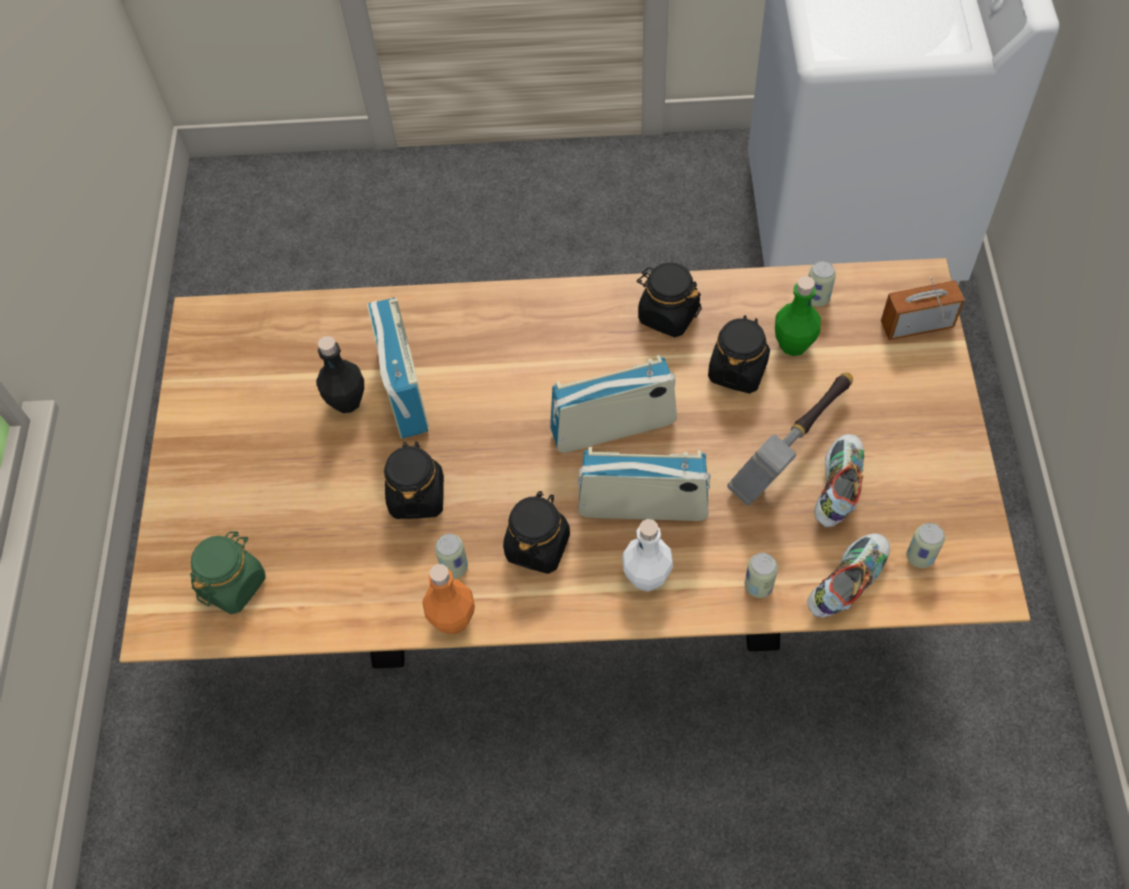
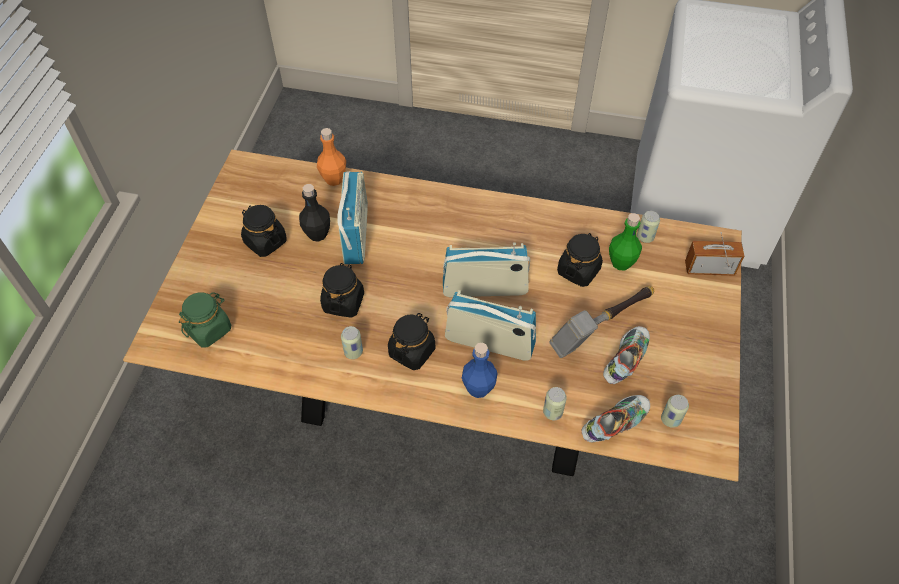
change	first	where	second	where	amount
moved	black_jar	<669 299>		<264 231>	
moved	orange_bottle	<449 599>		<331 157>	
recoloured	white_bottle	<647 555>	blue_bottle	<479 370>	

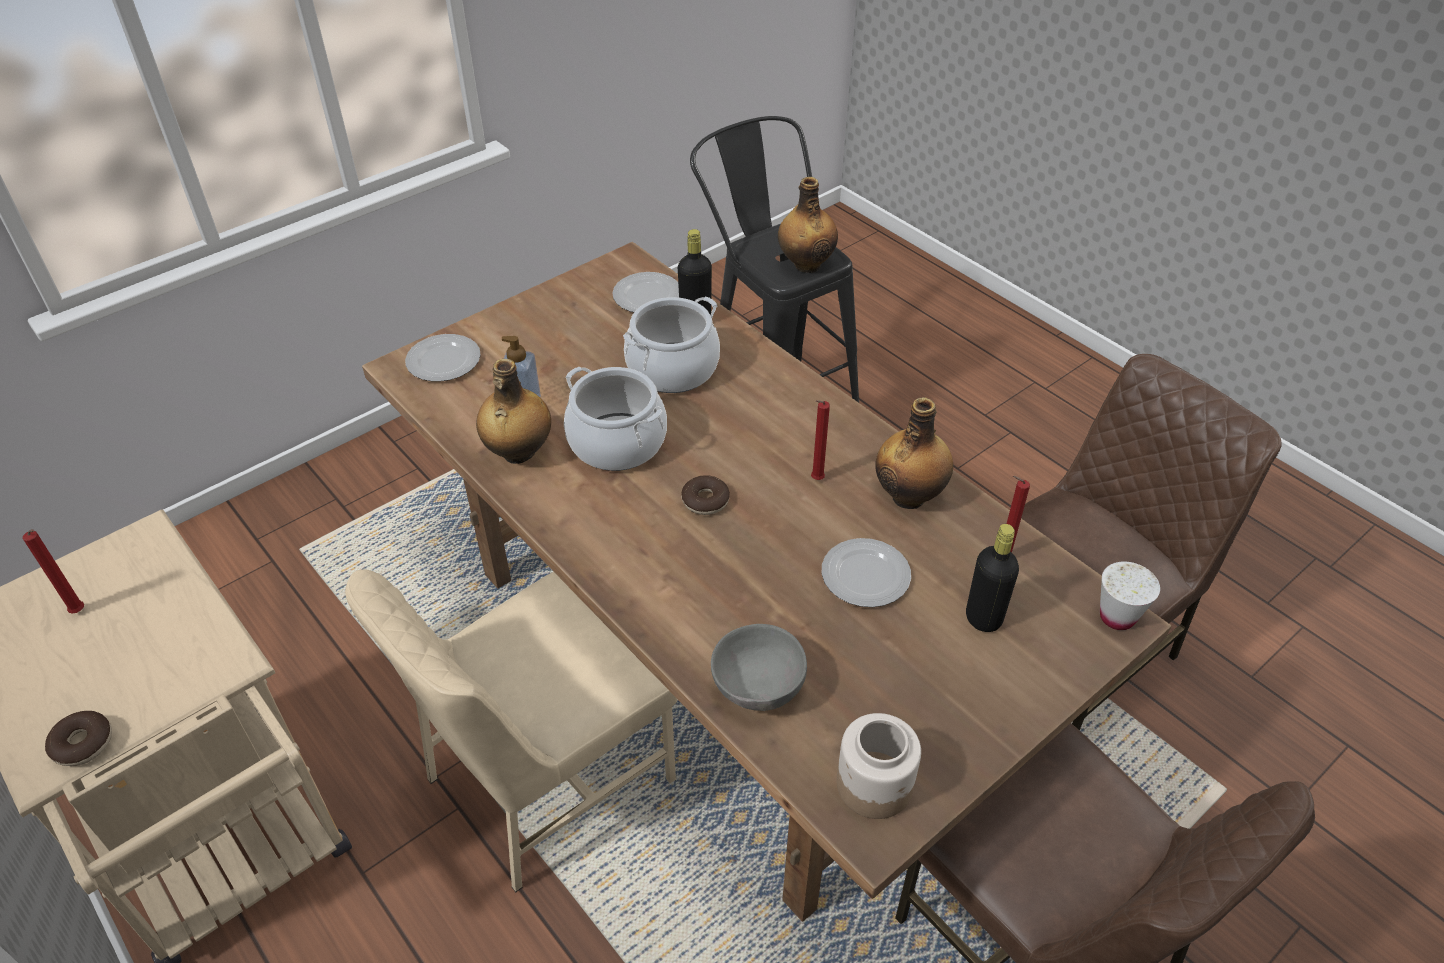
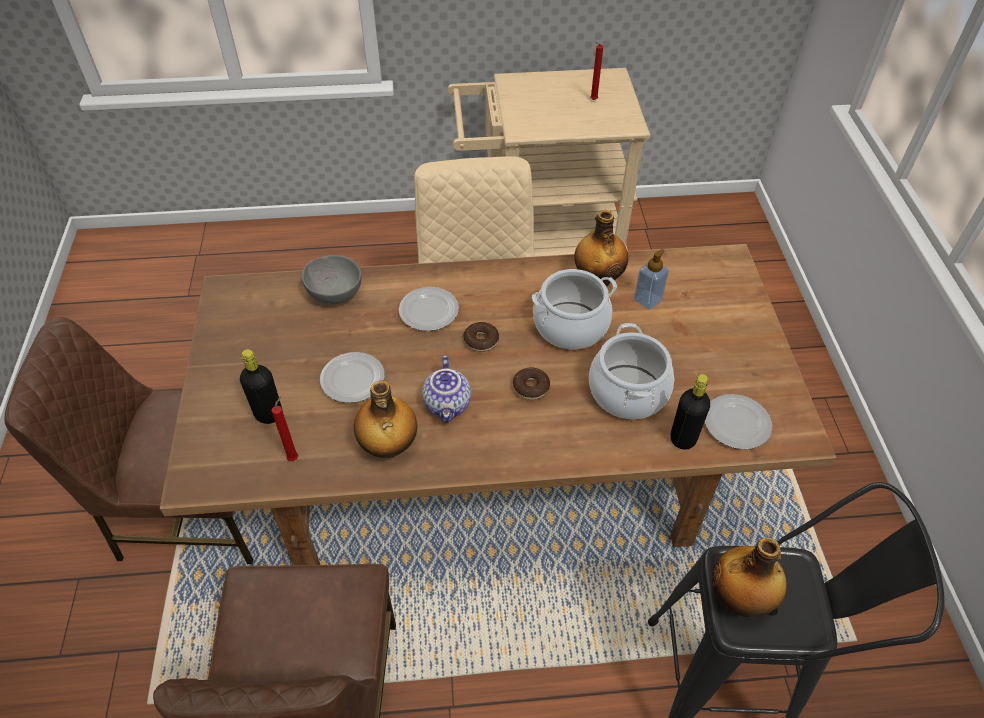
change	first	where	second	where	amount
moved	plate	<443 358>		<429 309>	
replaced	red_candle	<820 440>	teapot	<446 389>	
moved	donut	<78 738>		<531 383>	
removed	jar	<879 766>			
removed	white_cup	<1130 596>			

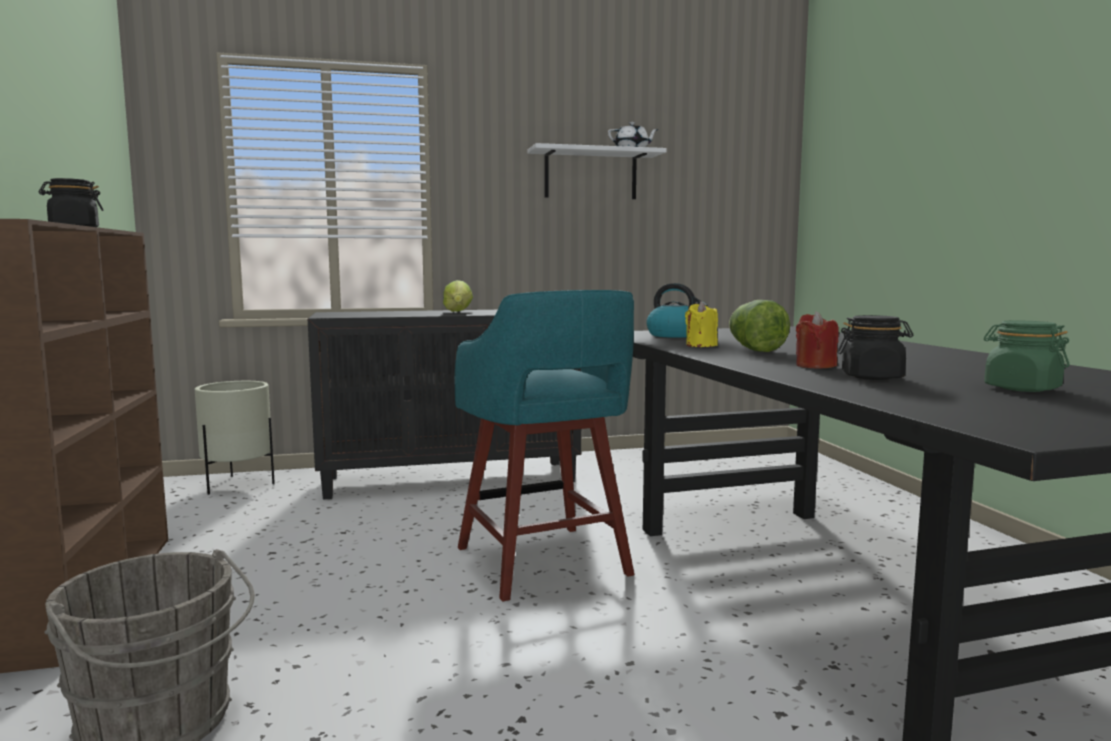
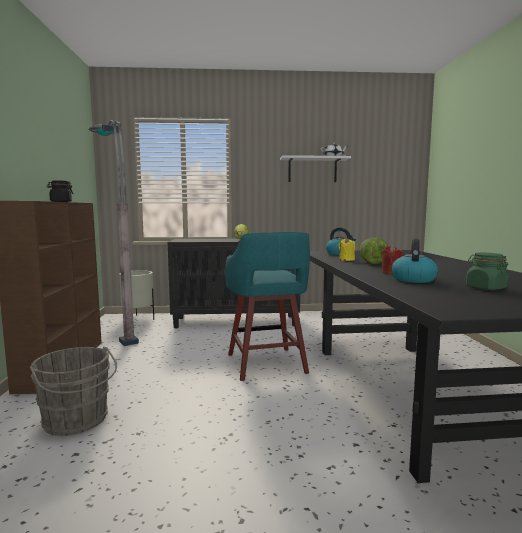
change	first	where	second	where	amount
added			grey_floor_lamp	<114 233>	
replaced	black_jar	<875 347>	kettle	<414 260>	

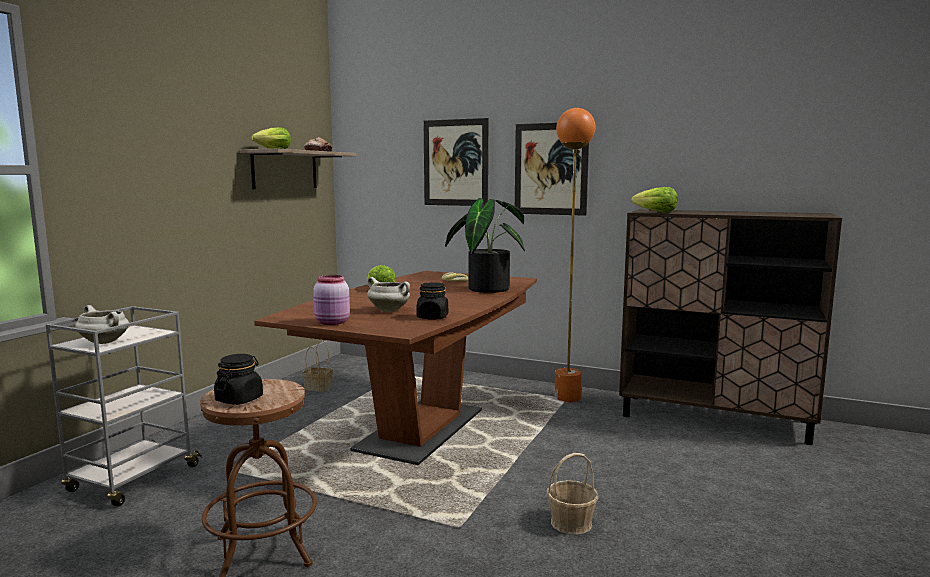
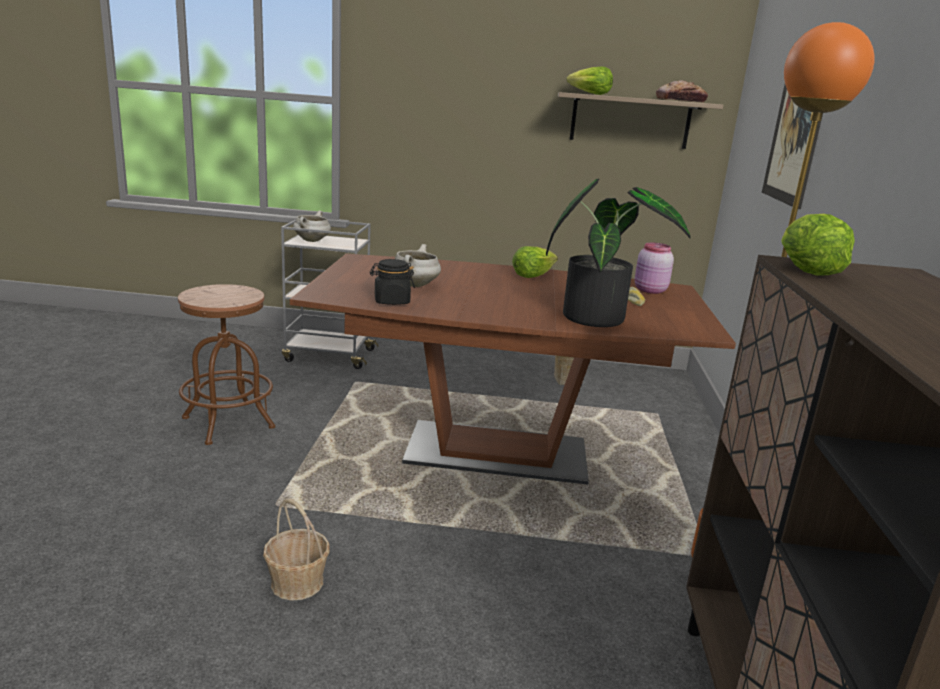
change	first	where	second	where	amount
moved	pink_jar	<331 300>		<654 268>	
removed	black_jar	<238 379>			
removed	picture	<552 169>			

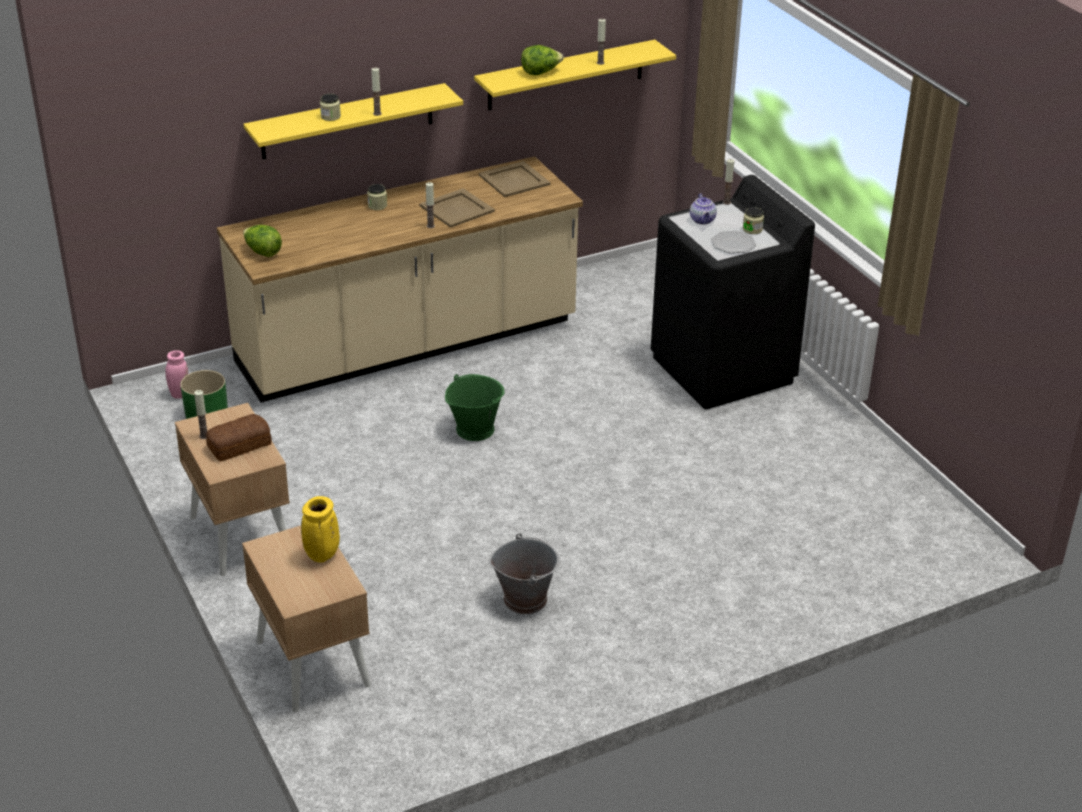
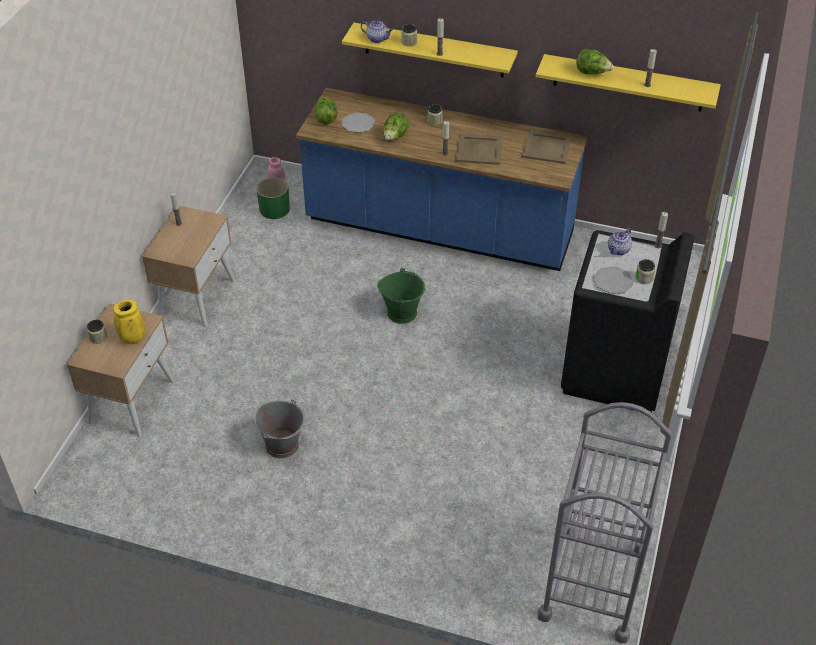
change	first	where	second	where	amount
added			jar	<97 332>	
recoloured	beige_counter	<400 279>	blue_counter	<442 179>	
added			plate	<358 122>	
added			teapot	<377 32>	
added			lettuce	<396 126>	
added			grey_cart	<605 522>	
removed	bread	<239 438>			

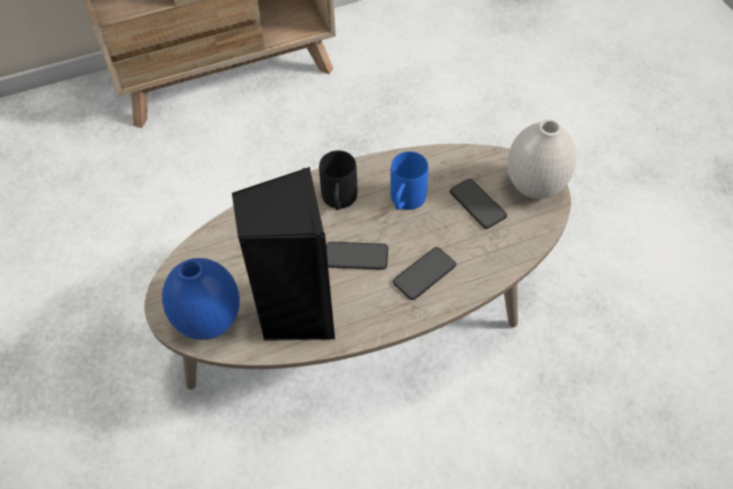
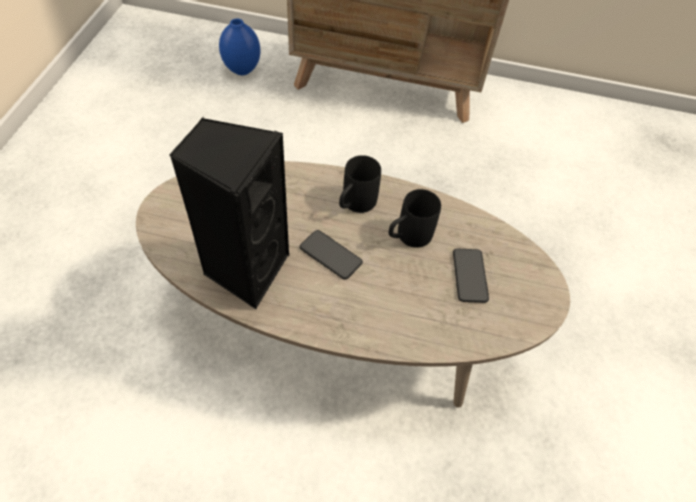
change	first	where	second	where	amount
moved	blue_vase	<201 299>		<240 46>	
recoloured	blue_mug	<409 181>	black_mug	<415 218>	
removed	phone	<424 273>			
removed	white_vase	<542 159>			

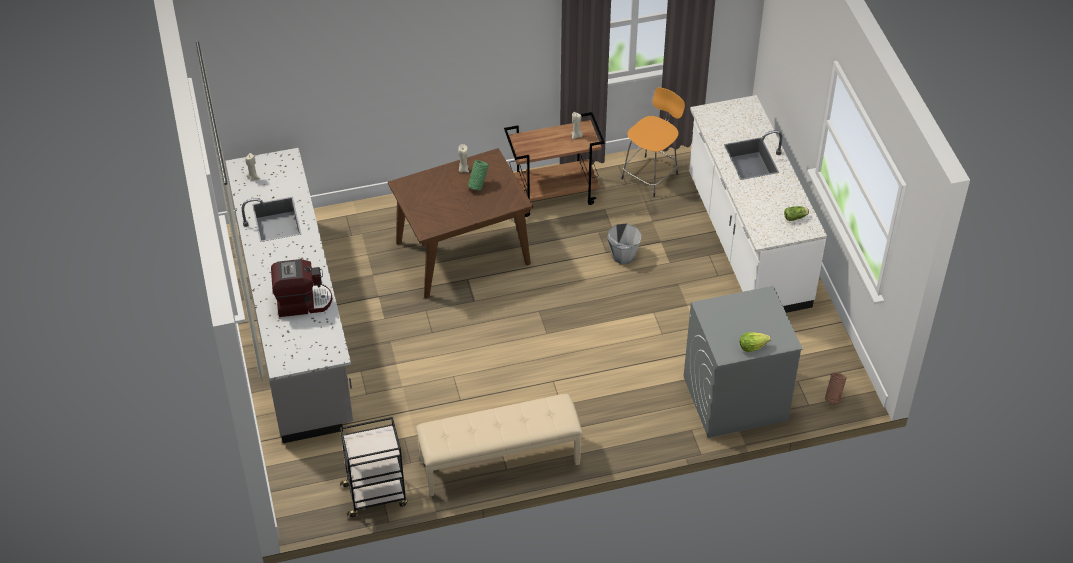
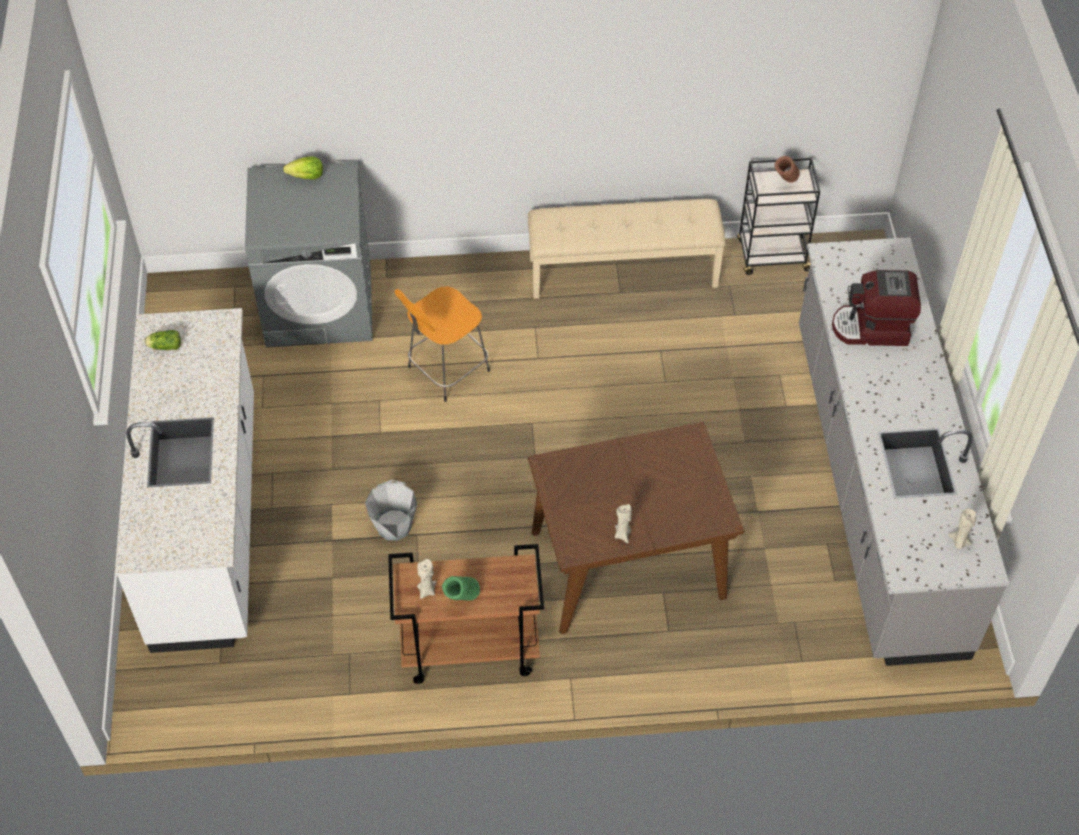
change	first	where	second	where	amount
moved	orange_stool	<653 142>		<442 344>	
moved	green_vase	<478 175>		<461 588>	
moved	brown_vase	<836 388>		<787 169>	

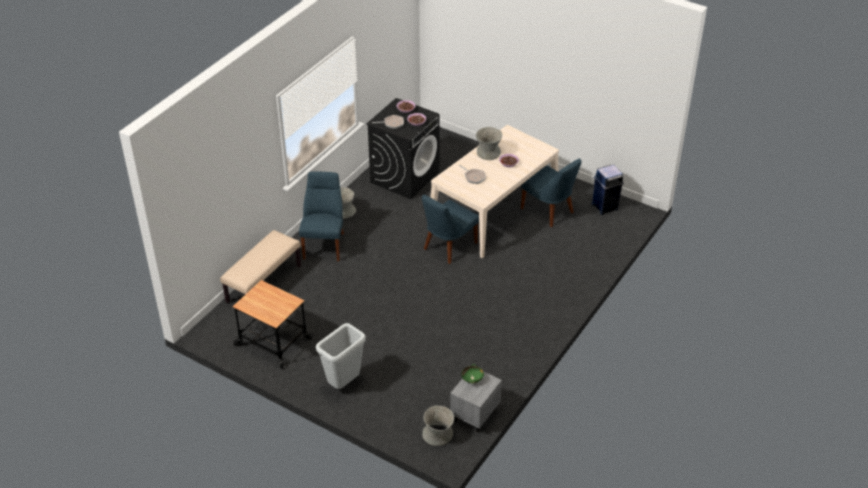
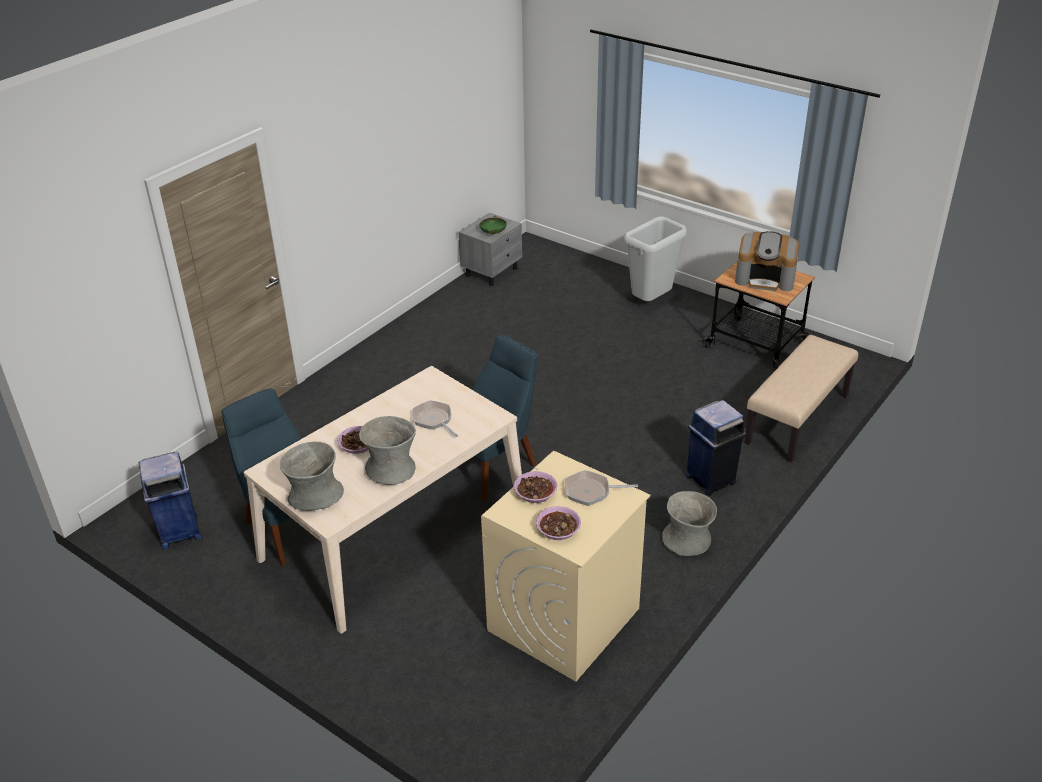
change	first	where	second	where	amount
moved	grey_vase	<438 426>		<312 476>	
recoloured	black_washing_machine	<403 148>	beige_washing_machine	<565 566>	
replaced	blue_chair	<321 216>	blue_trash_can	<715 448>	
added			coffee_machine	<767 261>	

